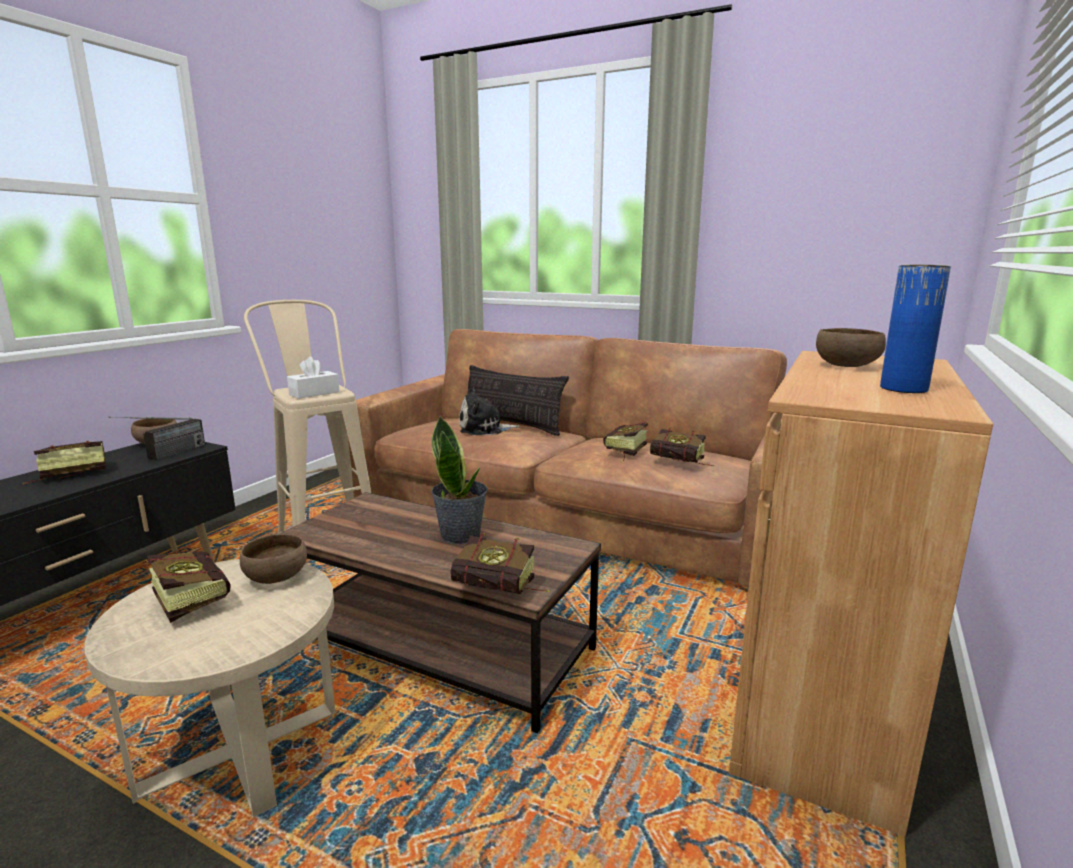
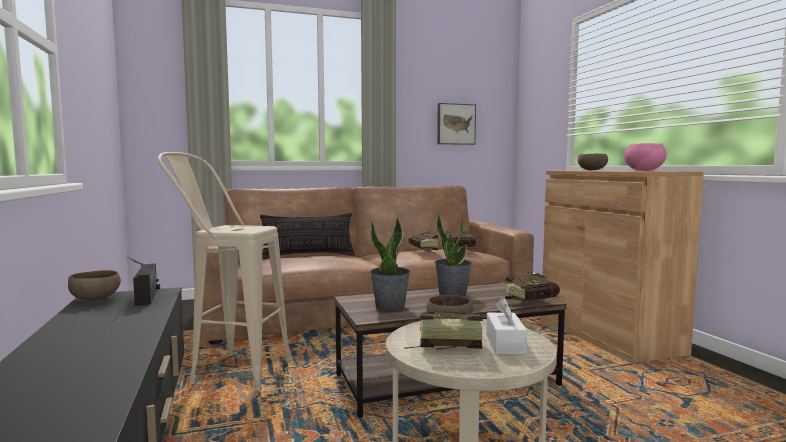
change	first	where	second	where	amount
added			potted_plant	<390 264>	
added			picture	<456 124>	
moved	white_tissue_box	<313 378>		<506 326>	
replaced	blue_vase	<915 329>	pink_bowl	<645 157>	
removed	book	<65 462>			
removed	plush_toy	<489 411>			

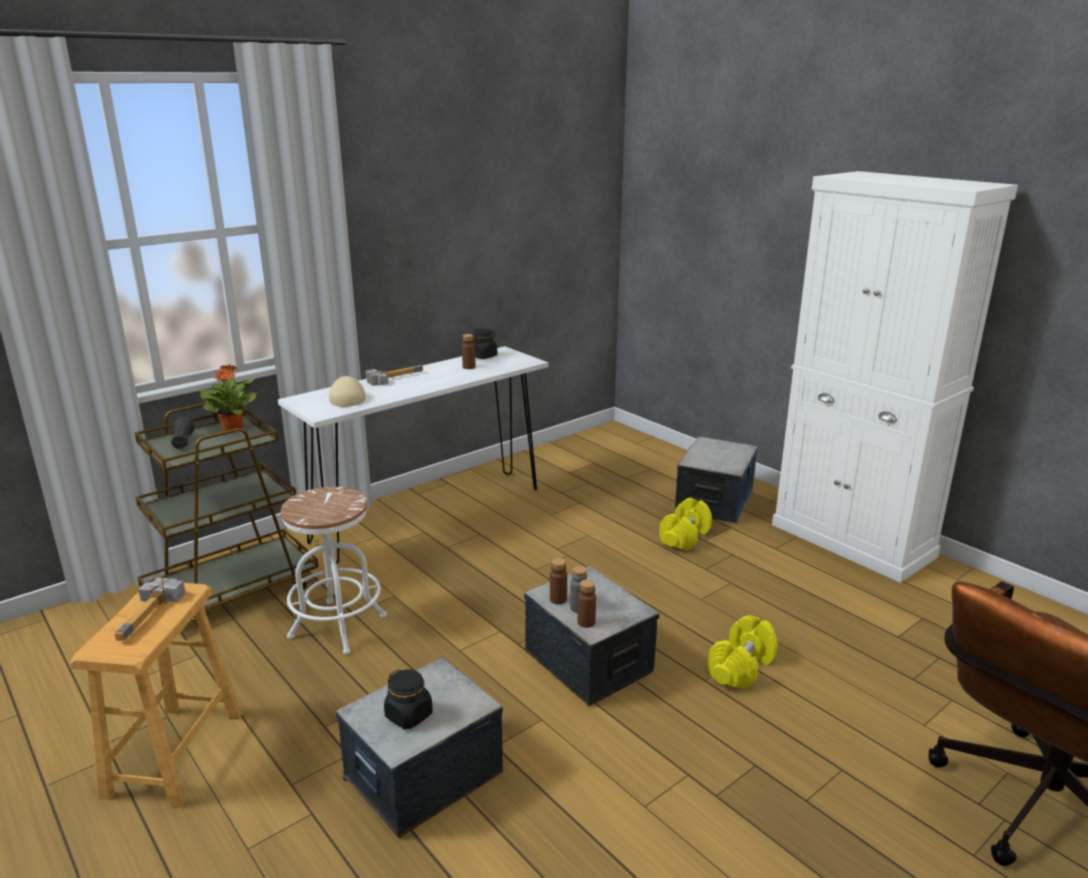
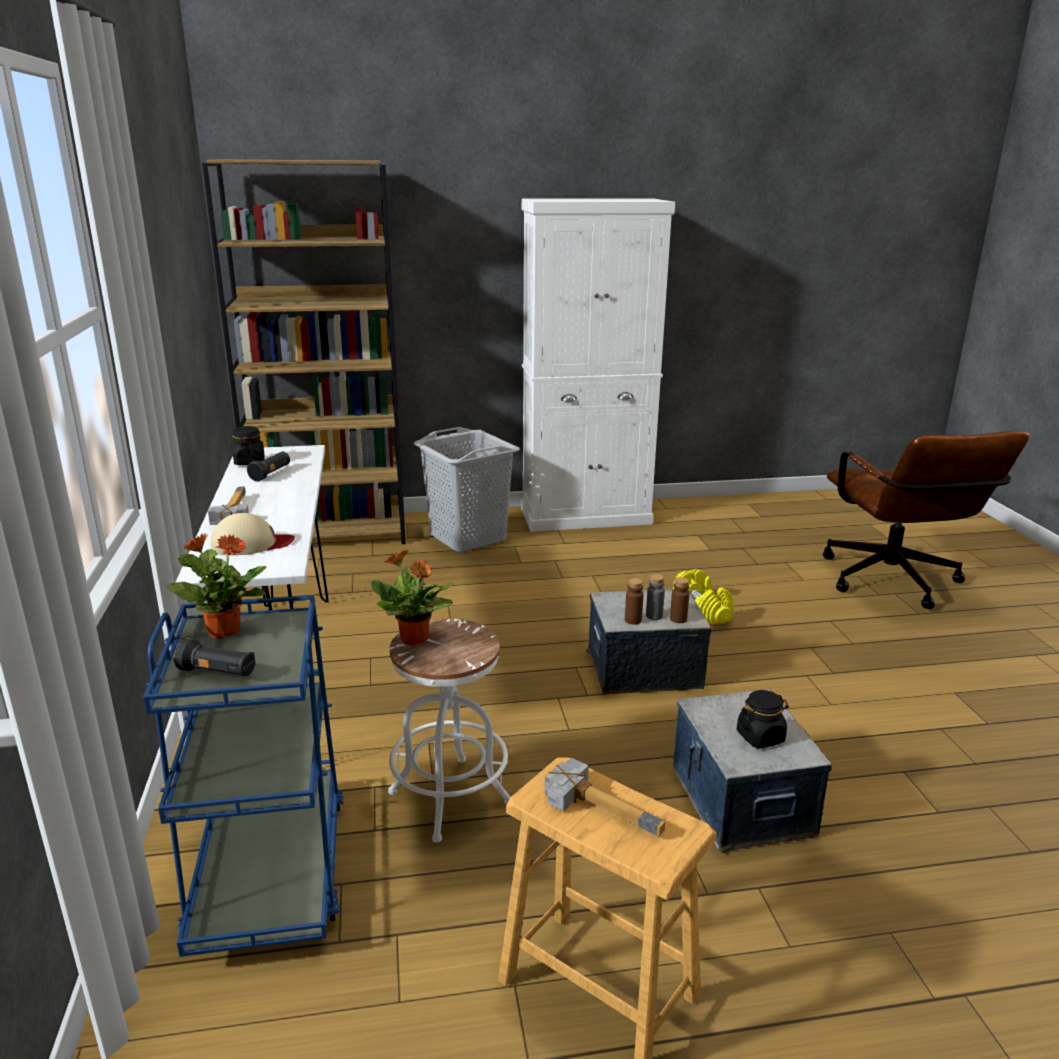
change	first	where	second	where	amount
recoloured	brown_cart	<226 514>	blue_cart	<243 776>	
added			brown_bookcase	<304 352>	
turned	beige_cap	<347 391>		<253 534>	150 degrees clockwise
replaced	brown_bottle	<469 351>	black_flashlight	<268 466>	
added			potted_plant	<412 597>	
replaced	storage_box	<716 480>	grey_laundry_basket	<467 489>	
removed	yellow_dumbbell	<685 524>			

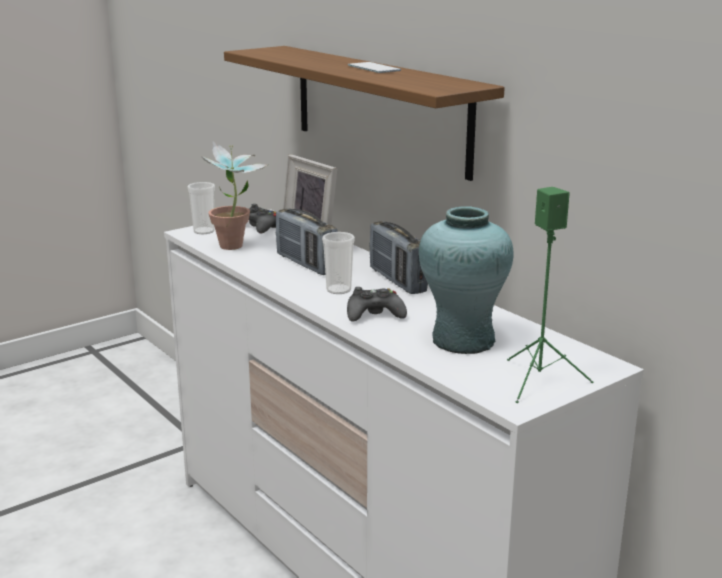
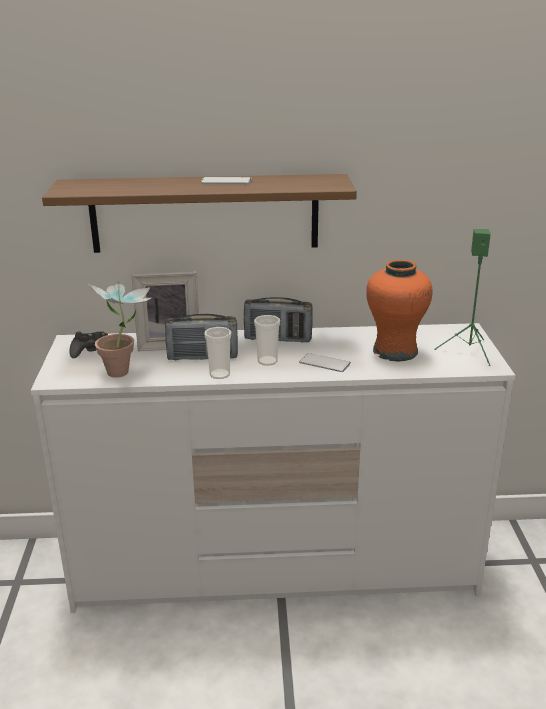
change	first	where	second	where	amount
moved	cup	<201 208>		<218 353>	
replaced	black_game_controller	<377 304>	phone	<325 362>	
recoloured	turquoise_vase	<466 280>	orange_vase	<399 310>	

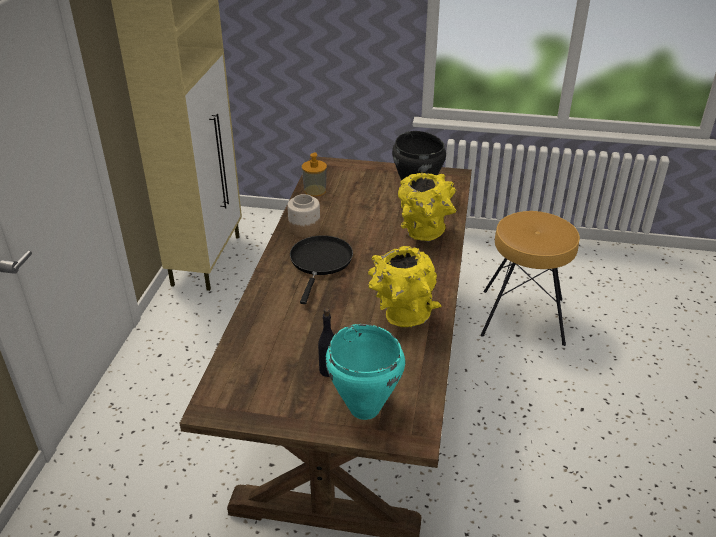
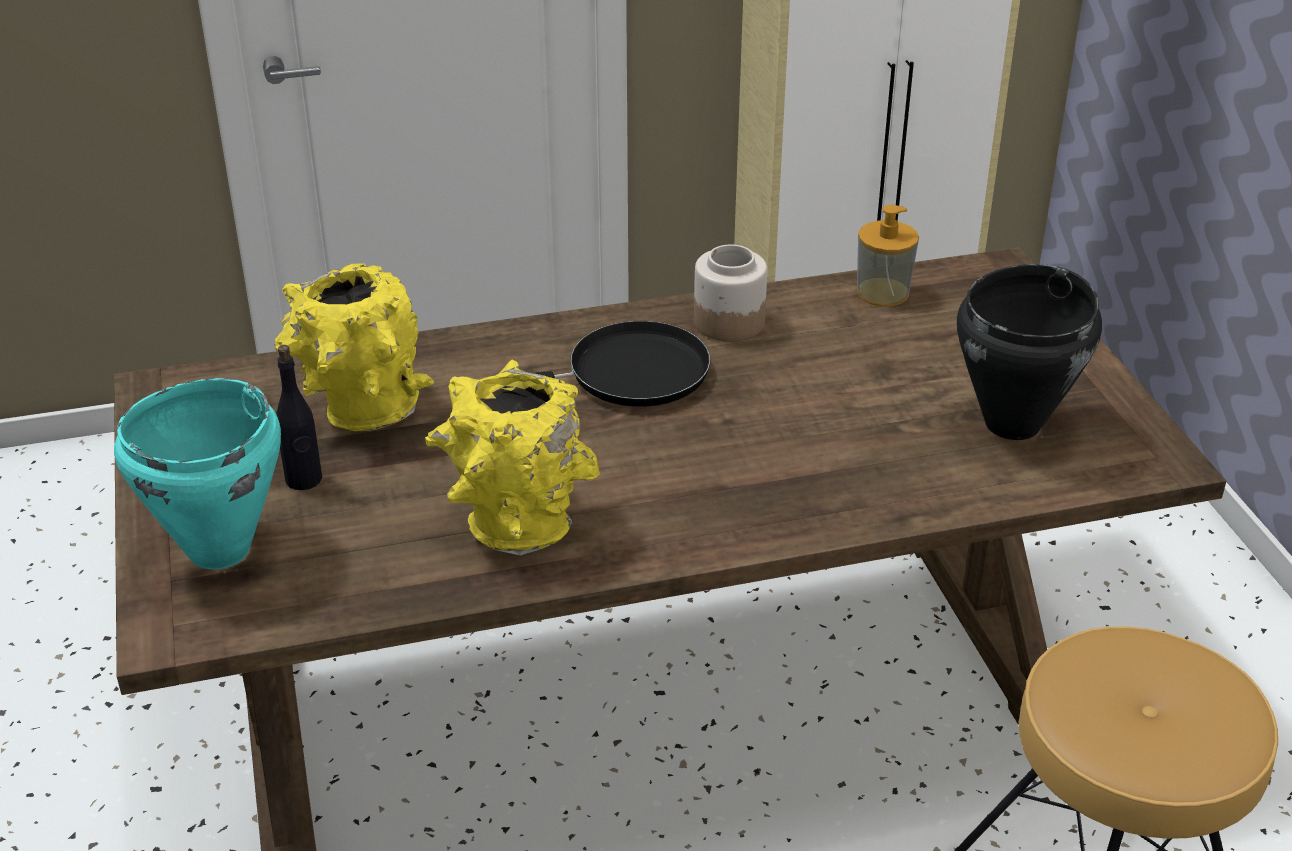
change	first	where	second	where	amount
moved	yellow_vase	<427 207>		<354 347>	

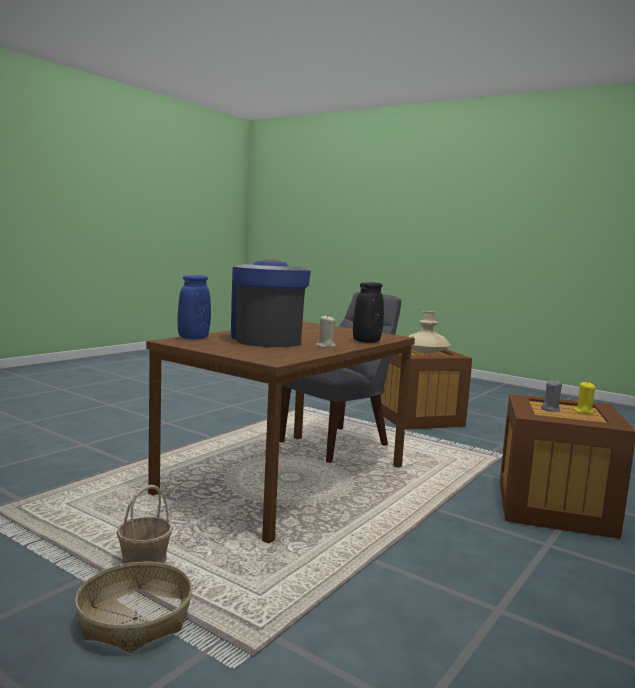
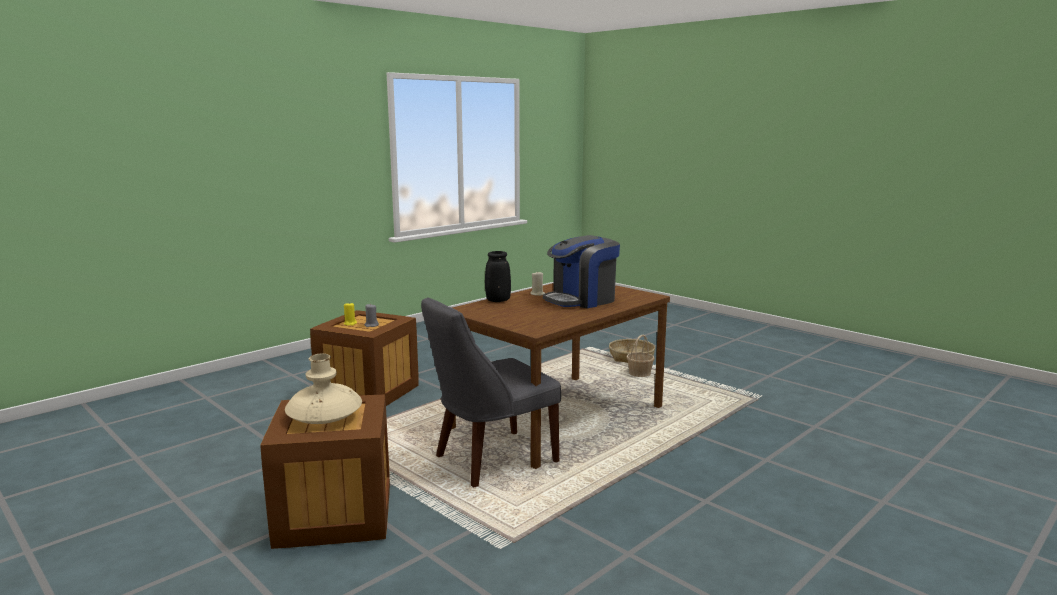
change	first	where	second	where	amount
turned	coffee_machine	<271 303>		<581 271>	60 degrees clockwise
removed	blue_vase	<194 307>			

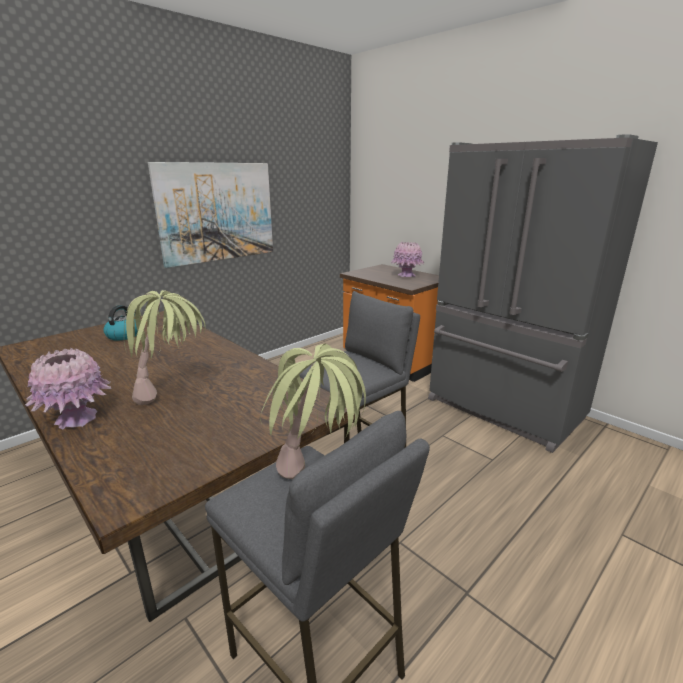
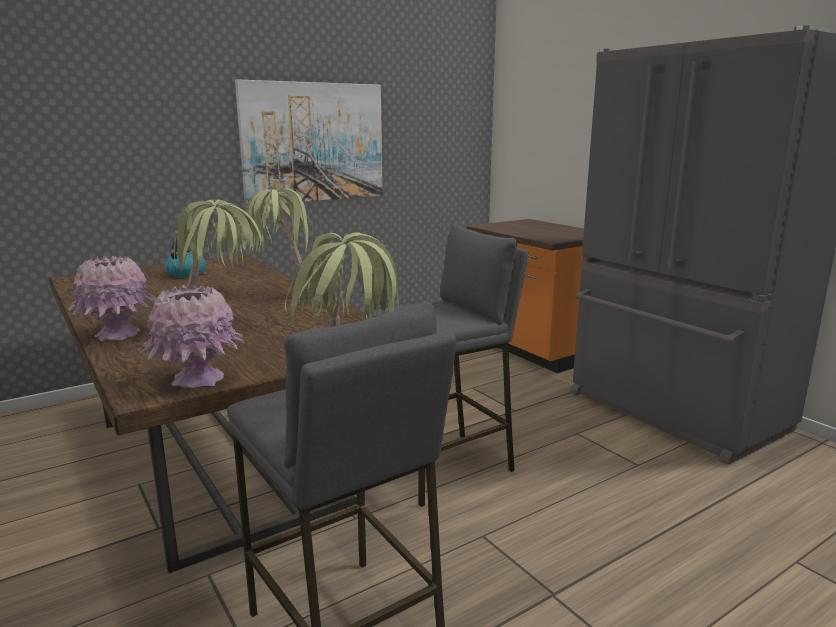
change	first	where	second	where	amount
moved	pink_vase	<407 259>		<192 336>	
added			potted_plant	<279 242>	

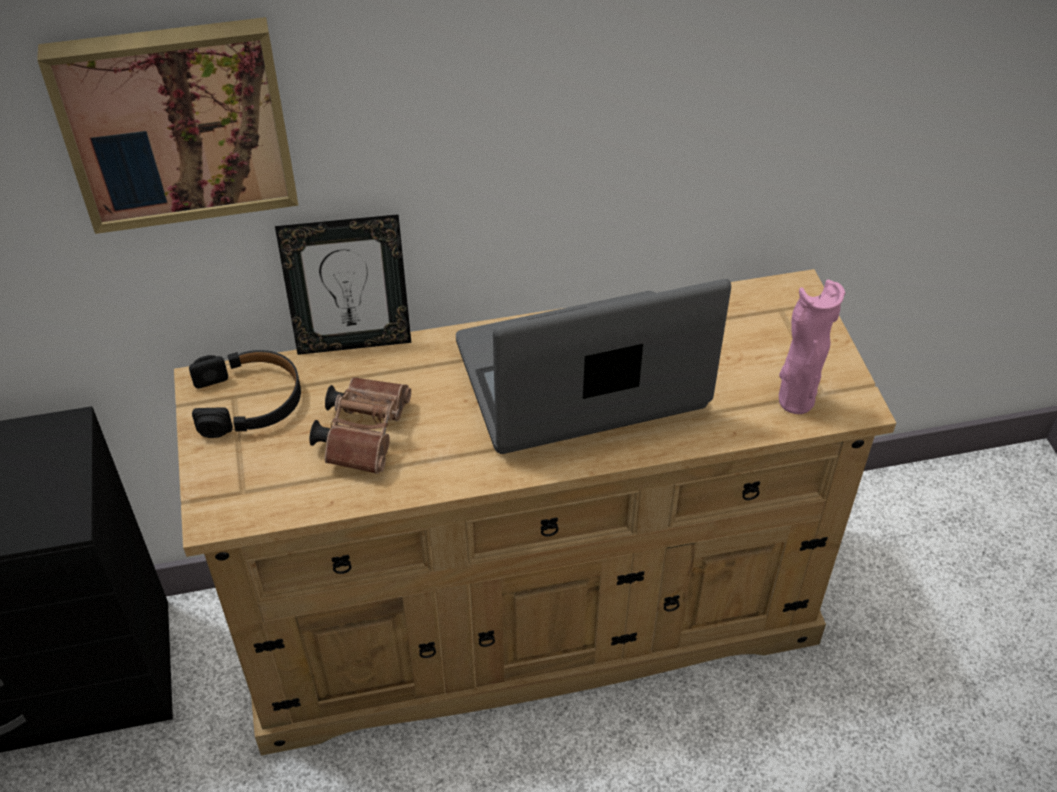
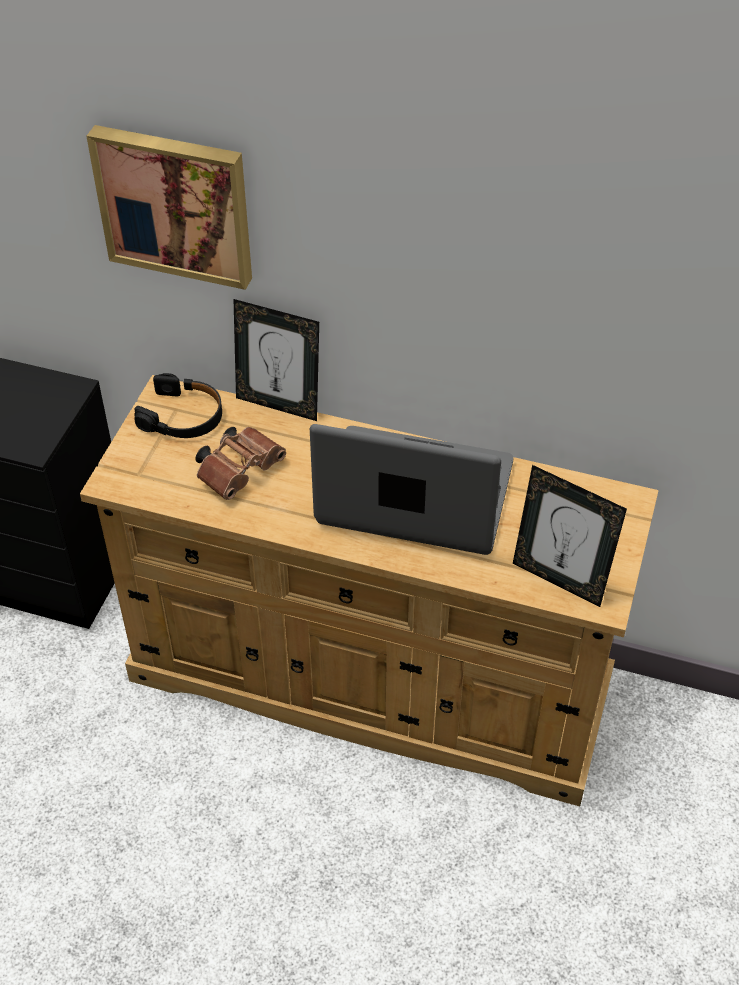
change	first	where	second	where	amount
replaced	pink_vase	<812 346>	picture_frame	<570 536>	

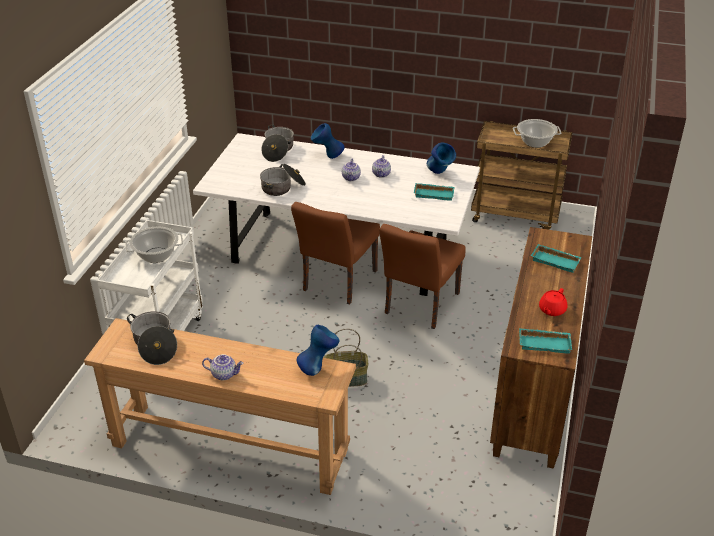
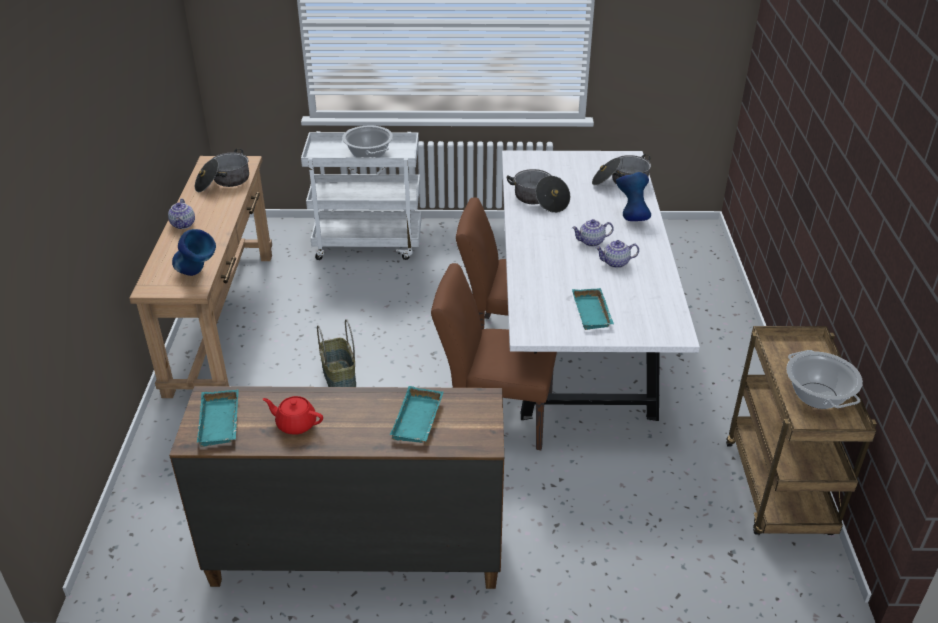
change	first	where	second	where	amount
removed	blue_vase	<441 158>			

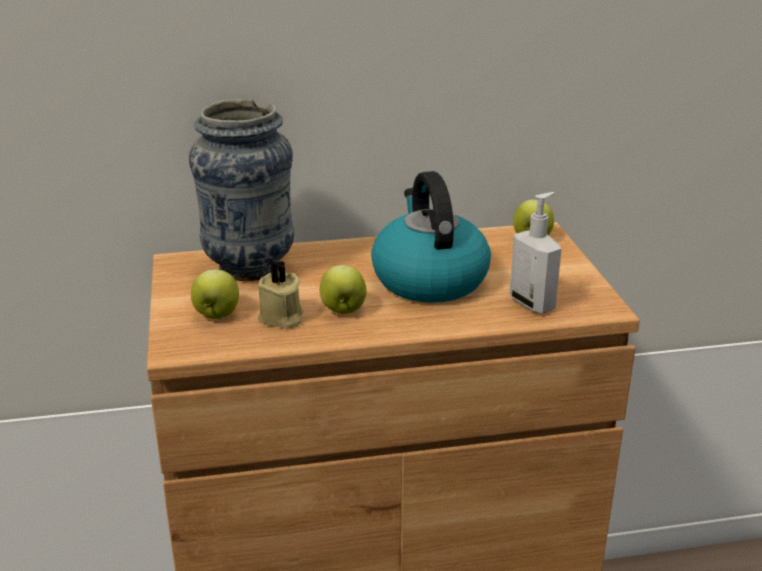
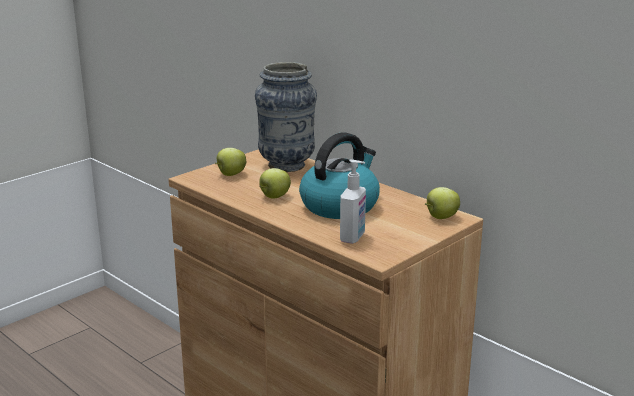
change	first	where	second	where	amount
removed	beige_candle	<280 295>			

